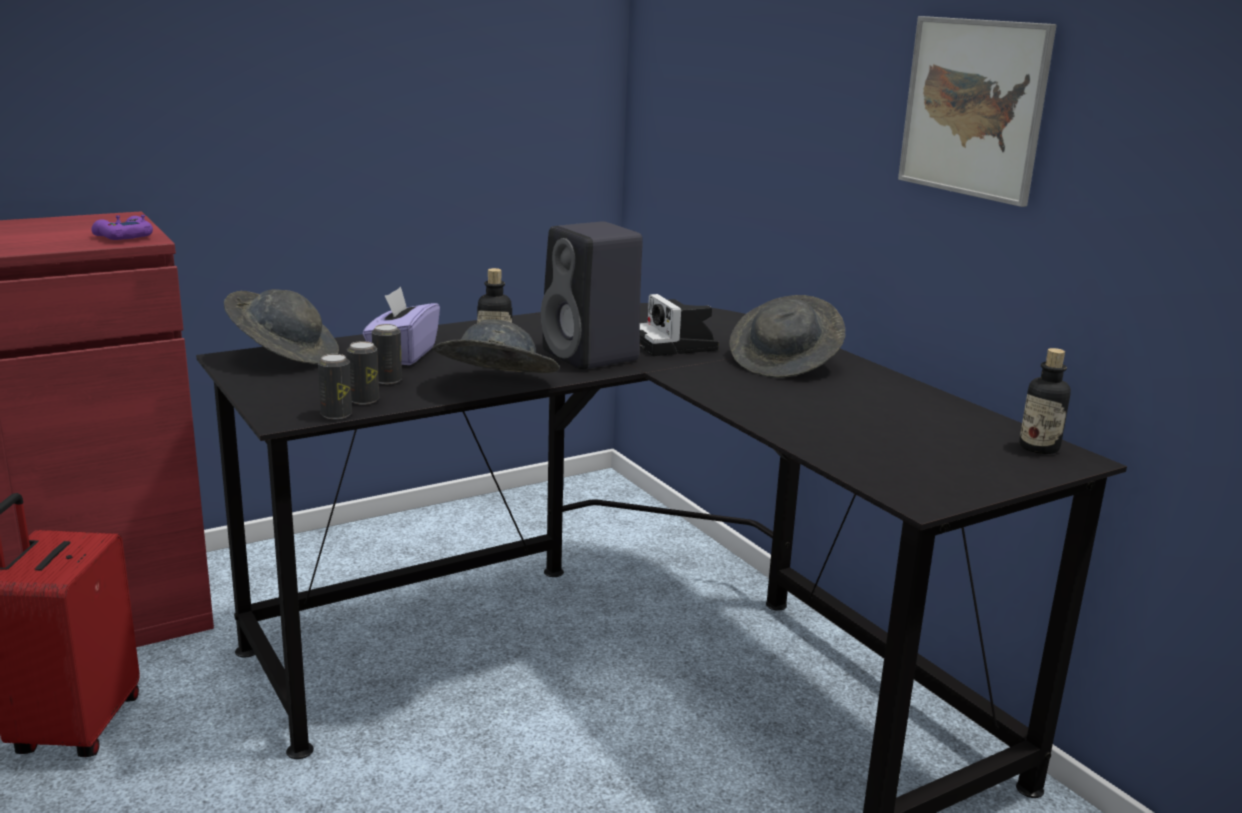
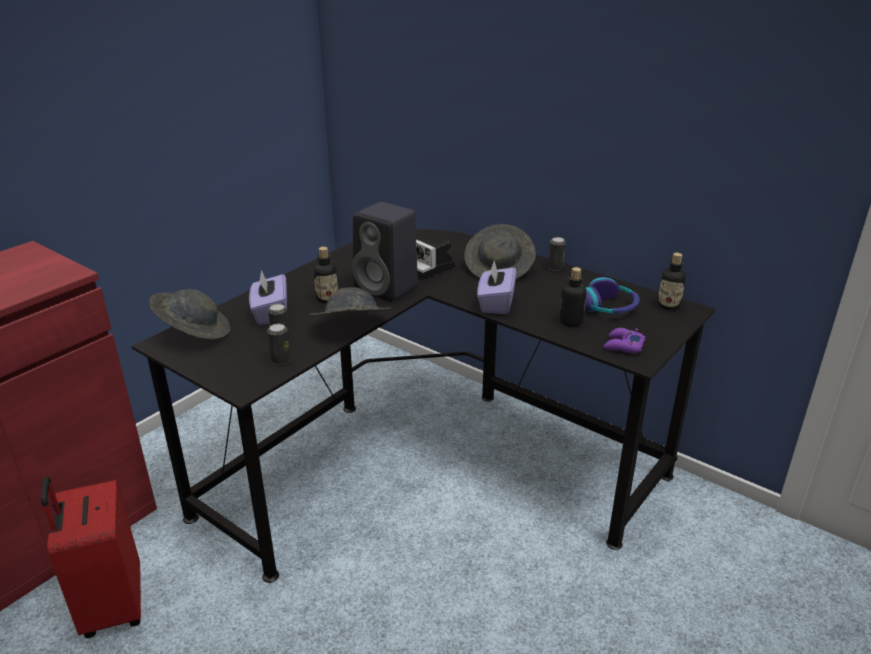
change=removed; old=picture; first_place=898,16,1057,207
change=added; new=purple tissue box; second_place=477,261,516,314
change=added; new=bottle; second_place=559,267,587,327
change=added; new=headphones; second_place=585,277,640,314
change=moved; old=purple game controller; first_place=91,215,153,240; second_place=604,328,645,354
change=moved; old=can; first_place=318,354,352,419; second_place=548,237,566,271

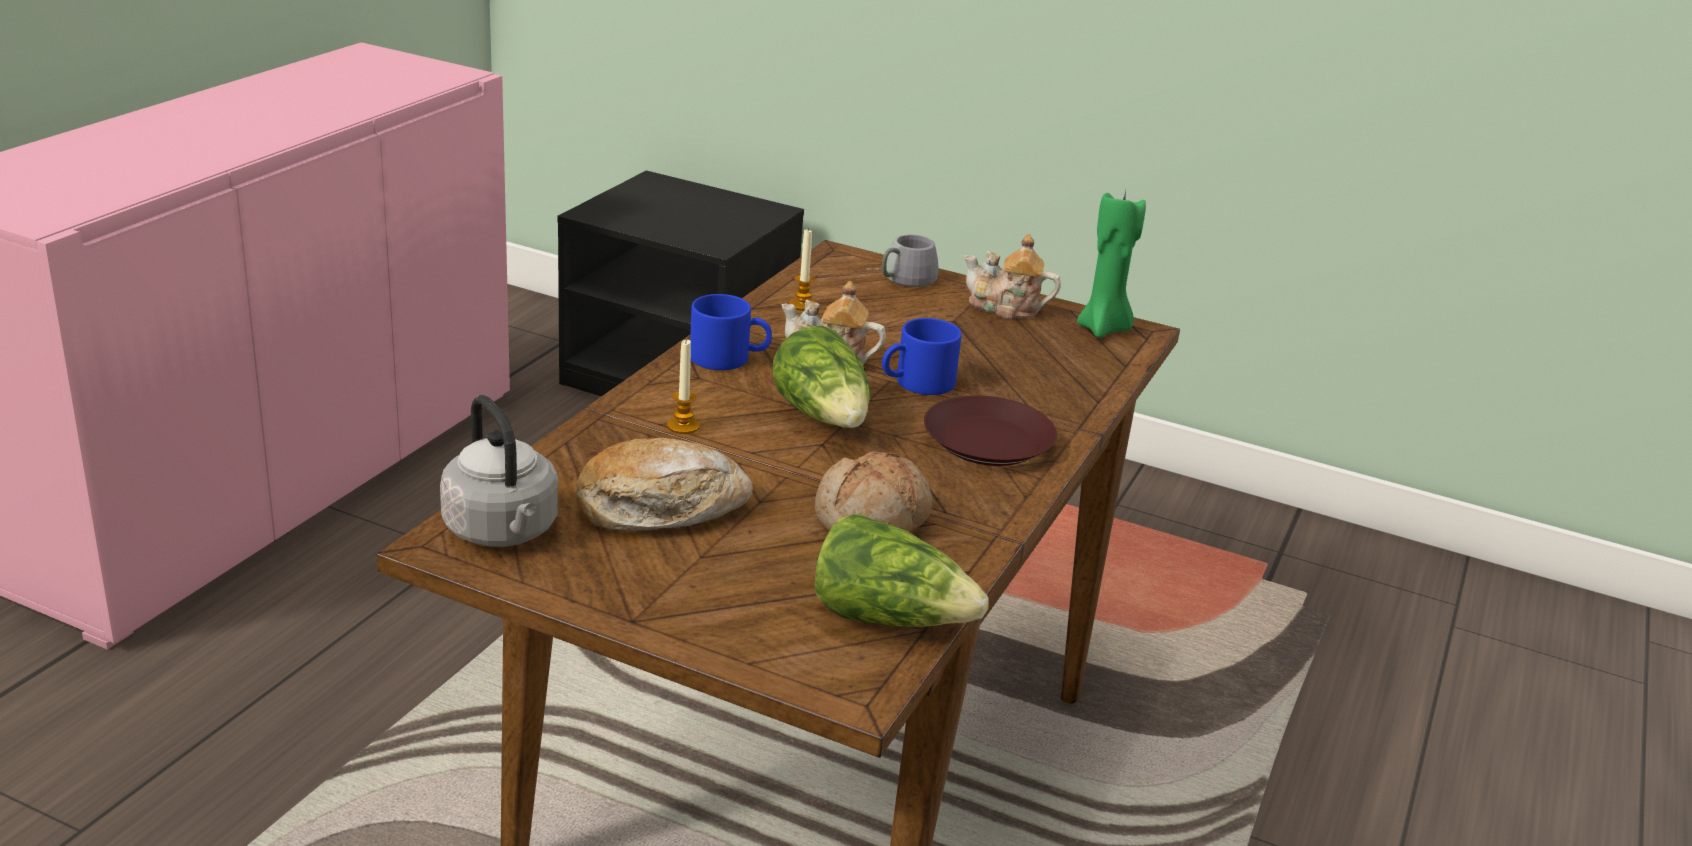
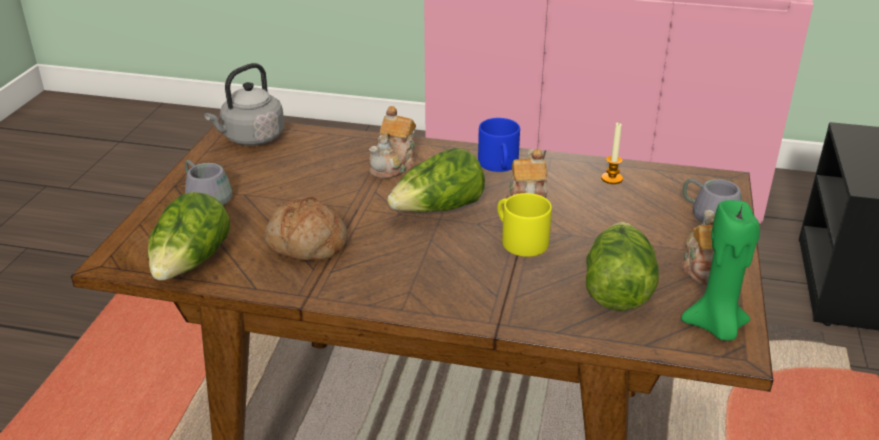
change=removed; old=bread; first_place=575,437,753,531
change=removed; old=brown plate; first_place=924,395,1057,466
change=added; new=grey mug; second_place=185,160,232,205
change=added; new=lettuce; second_place=586,222,659,311
change=replaced; old=candle; new=teapot; first_place=667,340,700,434; second_place=369,106,416,179
change=recoloured; old=blue mug; new=yellow mug; first_place=882,318,962,395; second_place=497,193,552,257

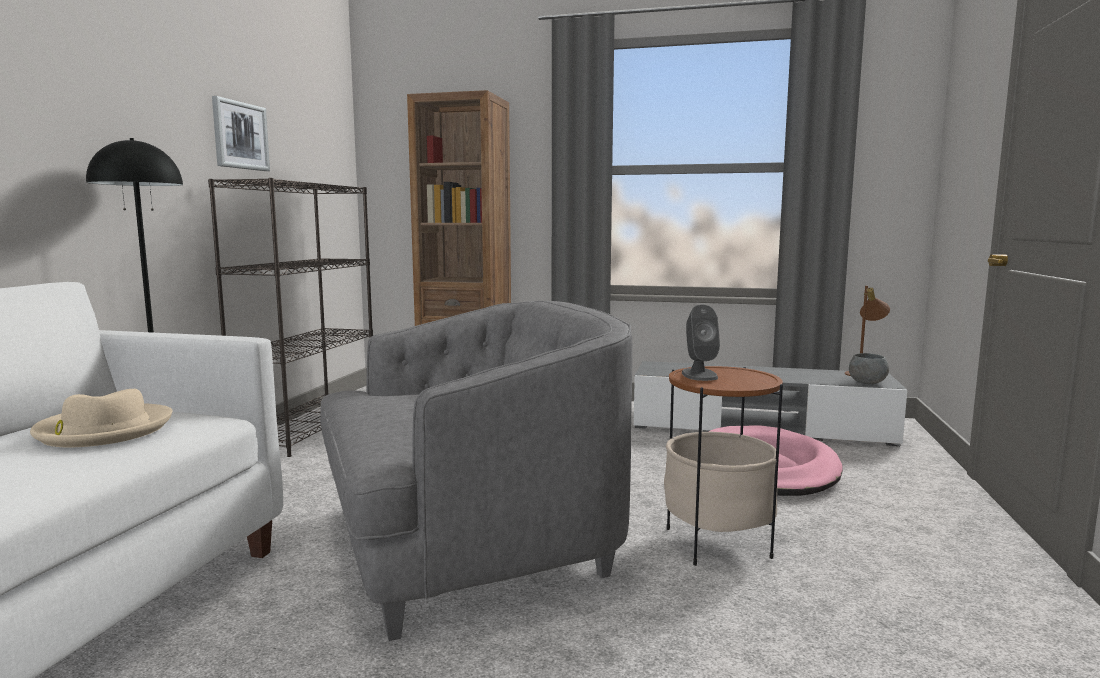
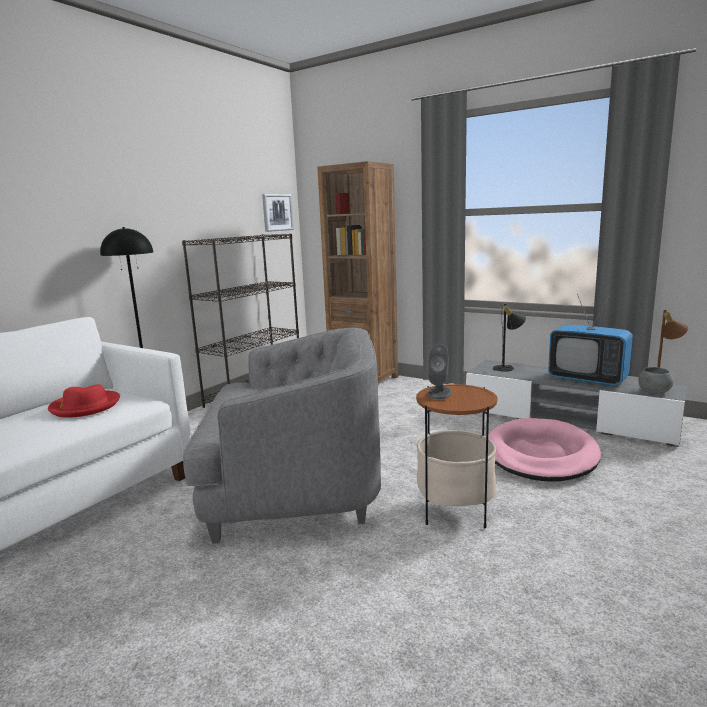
change=added; new=black table lamp; second_place=493,304,526,372
change=added; new=television; second_place=548,294,633,386
change=moved; old=picture; first_place=212,96,270,171; second_place=262,194,294,232
change=recoloured; old=beige hat; new=red hat; first_place=30,389,173,447; second_place=48,384,120,418

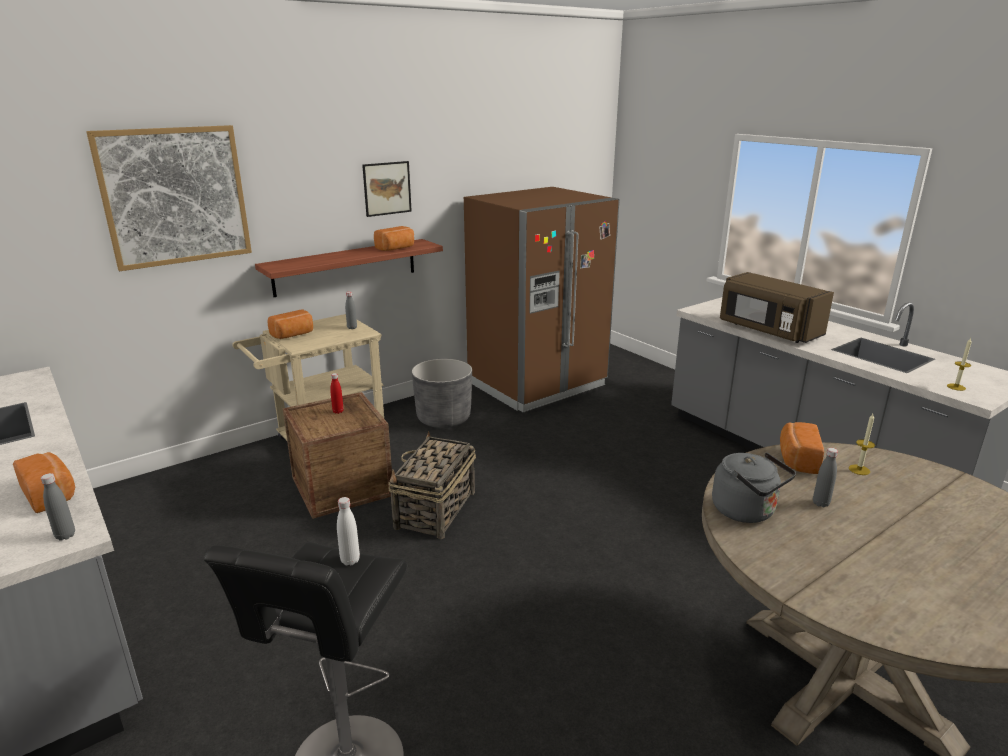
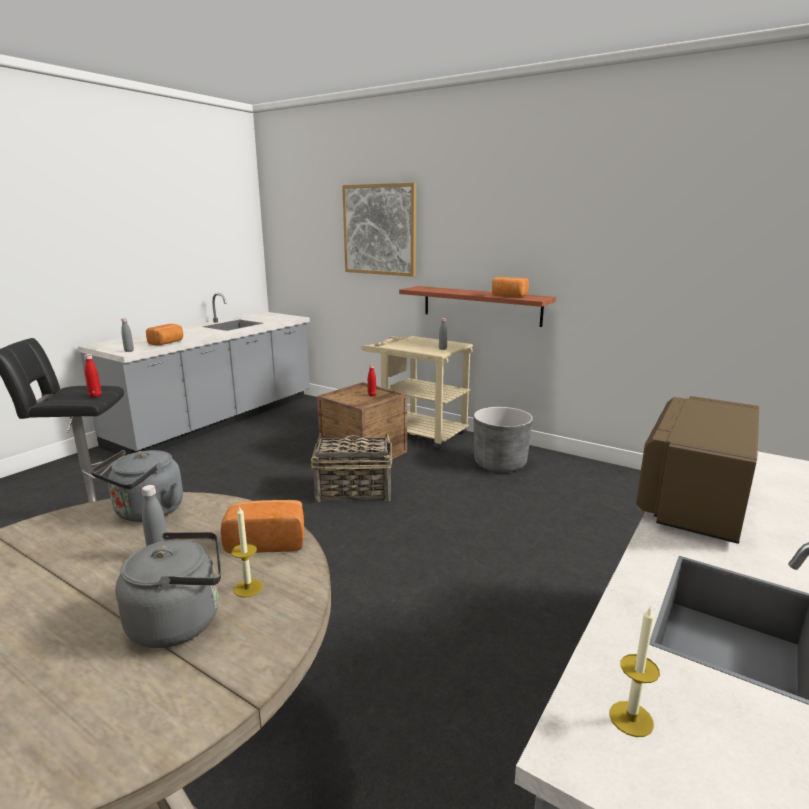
change=removed; old=bread; first_place=268,310,313,339
change=removed; old=picture; first_place=362,161,412,217
change=removed; old=brown fridge; first_place=464,187,620,412
change=added; new=grey kettle; second_place=115,532,221,648
change=recoloured; old=white bottle; new=red bottle; first_place=337,497,360,565; second_place=84,354,101,397

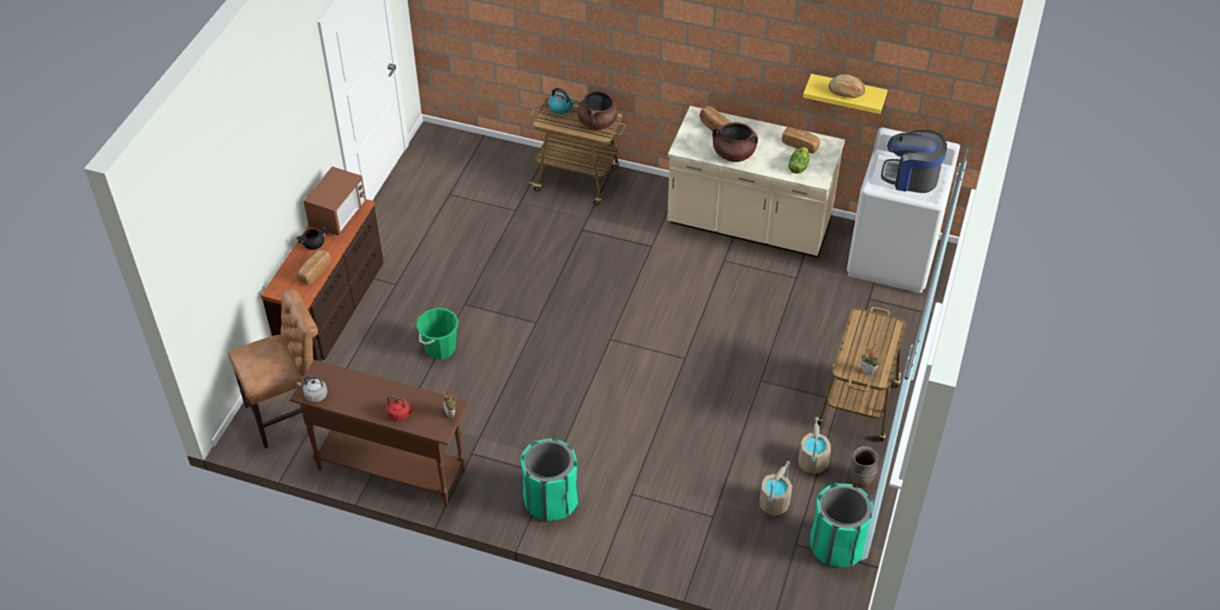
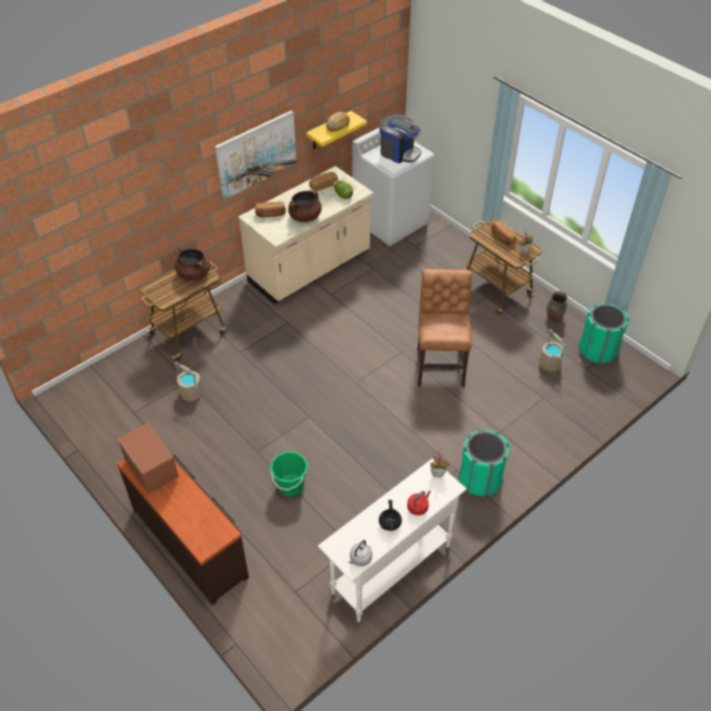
change=removed; old=kettle; first_place=548,88,574,114
change=added; new=picture; second_place=215,111,296,200
change=moved; old=brown chair; first_place=228,289,318,448; second_place=418,269,472,387
change=moved; old=black cooking pot; first_place=297,226,328,250; second_place=379,500,402,531
change=moved; old=bread; first_place=297,250,331,285; second_place=492,221,517,245
change=moved; old=beige bucket; first_place=798,417,831,474; second_place=175,362,203,402
change=recoloured; old=brown console table; new=white console table; first_place=289,360,470,507; second_place=318,459,467,622
change=turned; old=coffee machine; first_place=881,130,947,193; second_place=380,114,422,163; degrees=-105

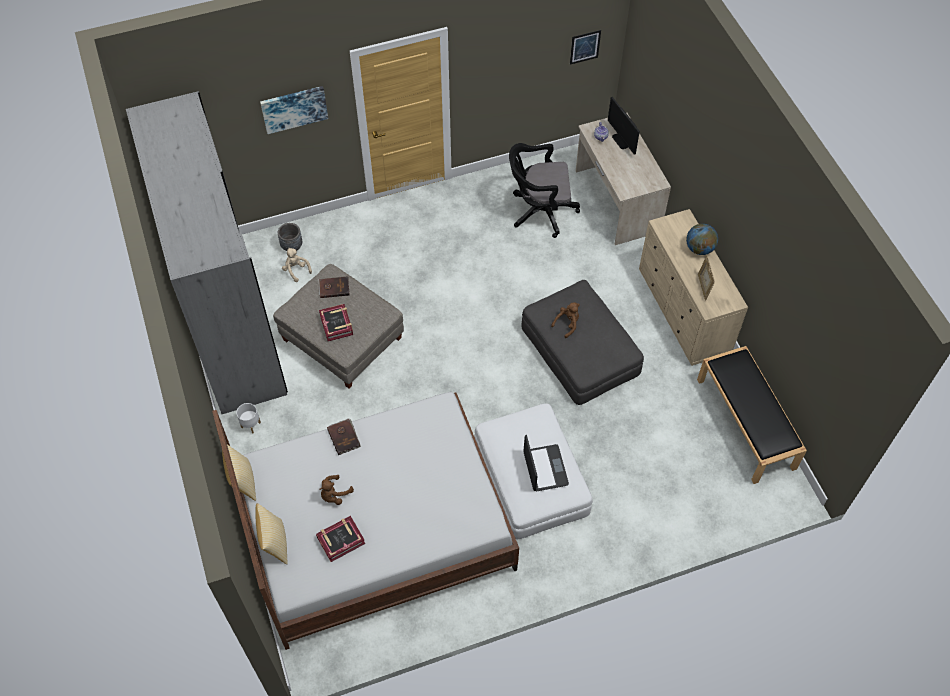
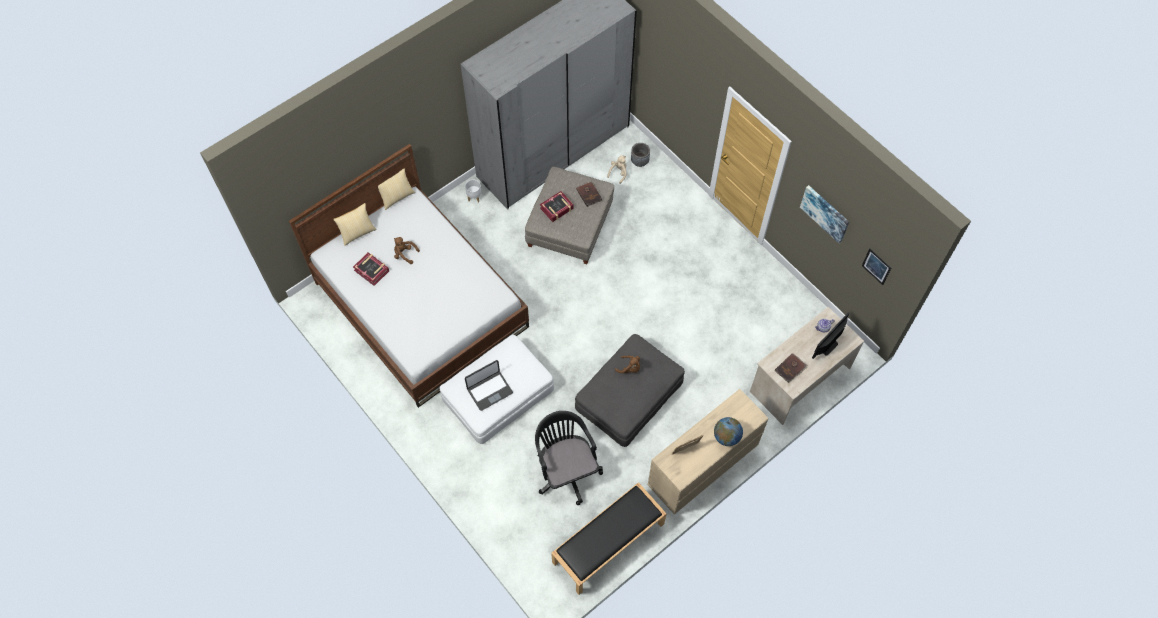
change=moved; old=picture; first_place=260,86,328,134; second_place=800,185,849,243
change=moved; old=brown book; first_place=327,418,361,455; second_place=775,353,807,383
change=moved; old=black office chair; first_place=509,143,580,238; second_place=535,411,603,505

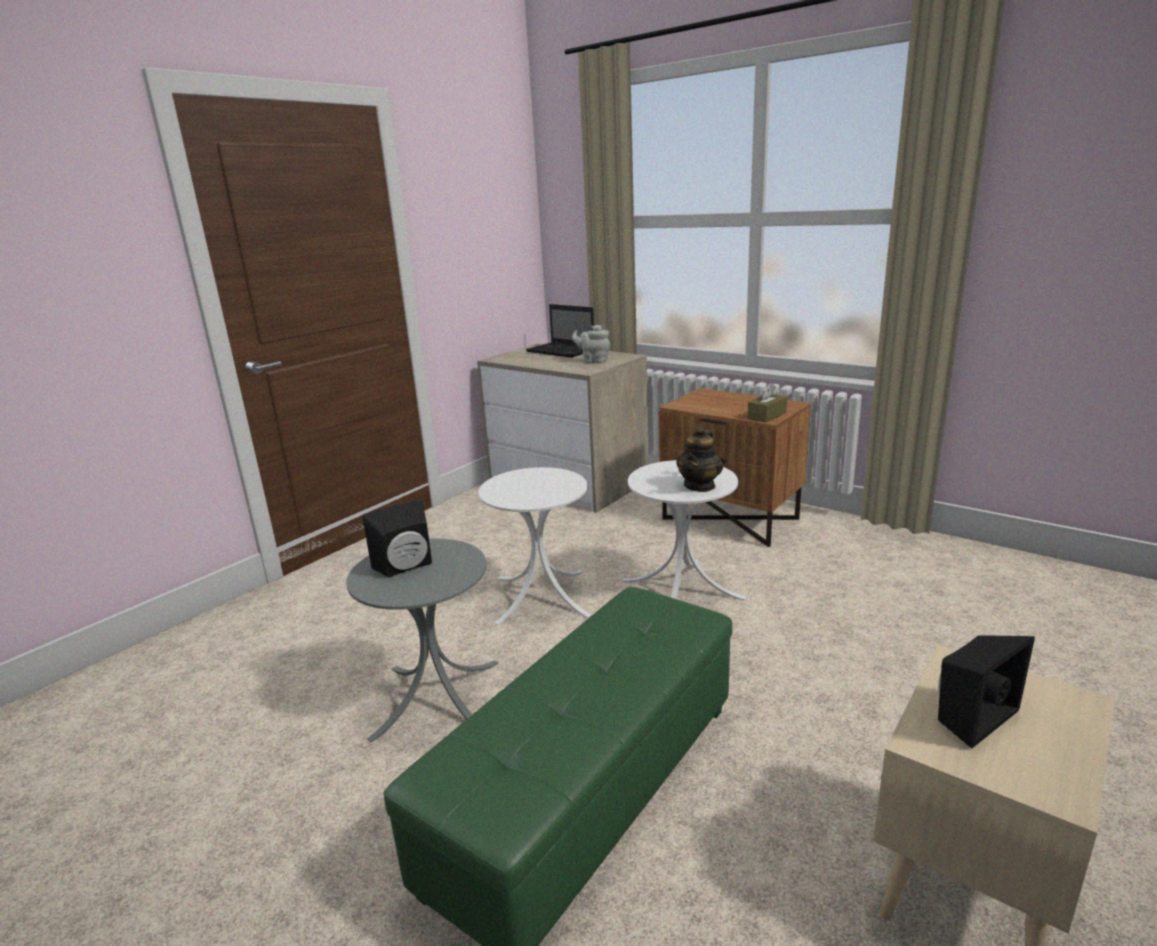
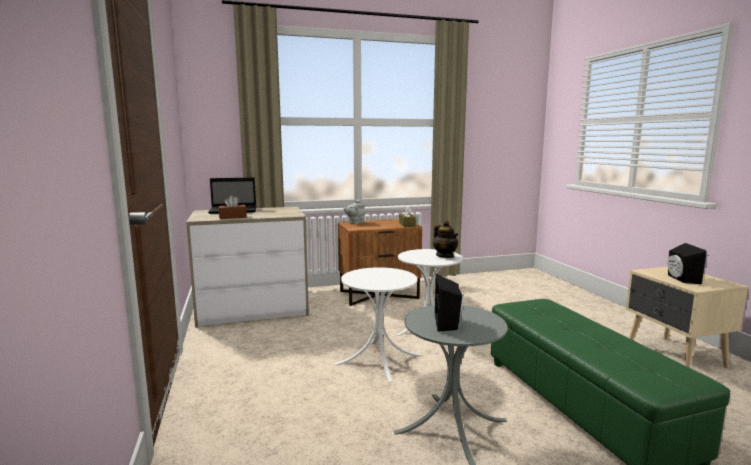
change=added; new=brown tissue box; second_place=219,196,247,219
change=moved; old=grey teapot; first_place=572,325,610,363; second_place=344,199,365,224

